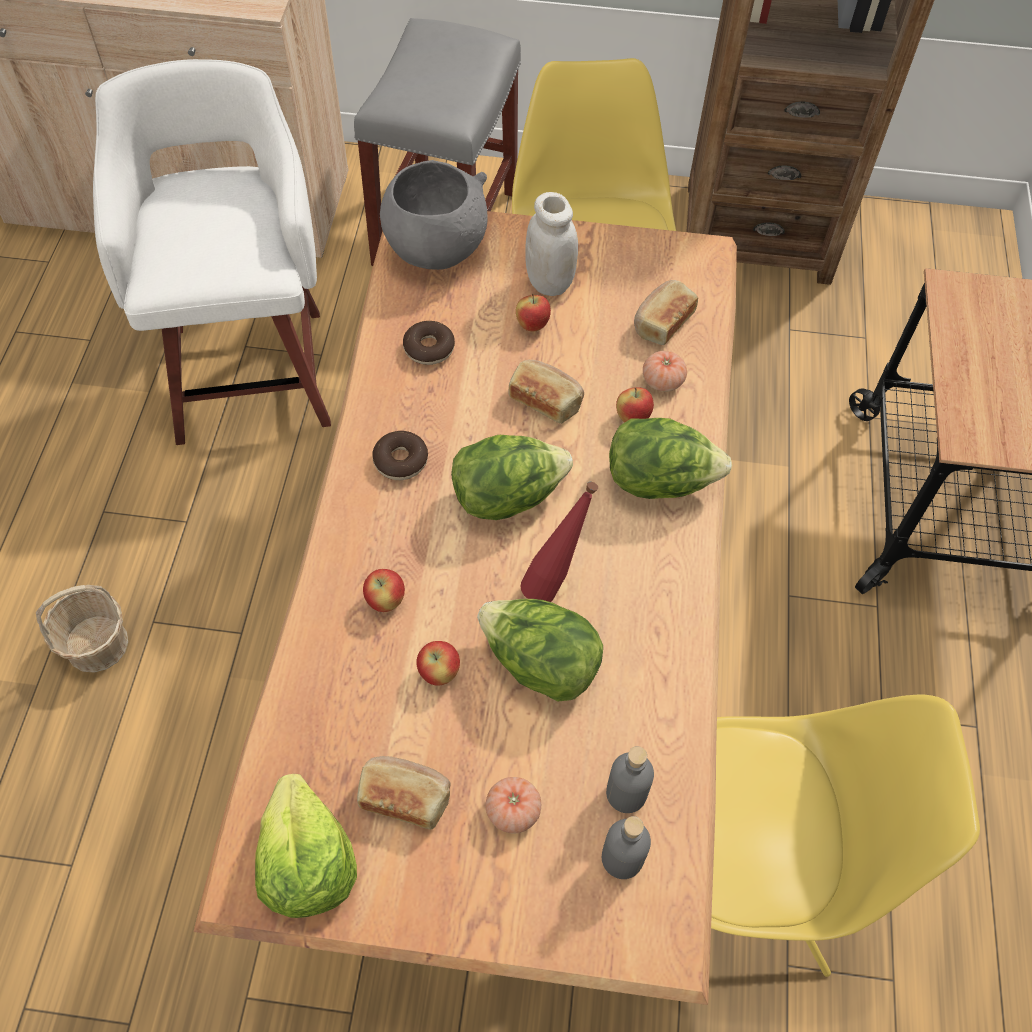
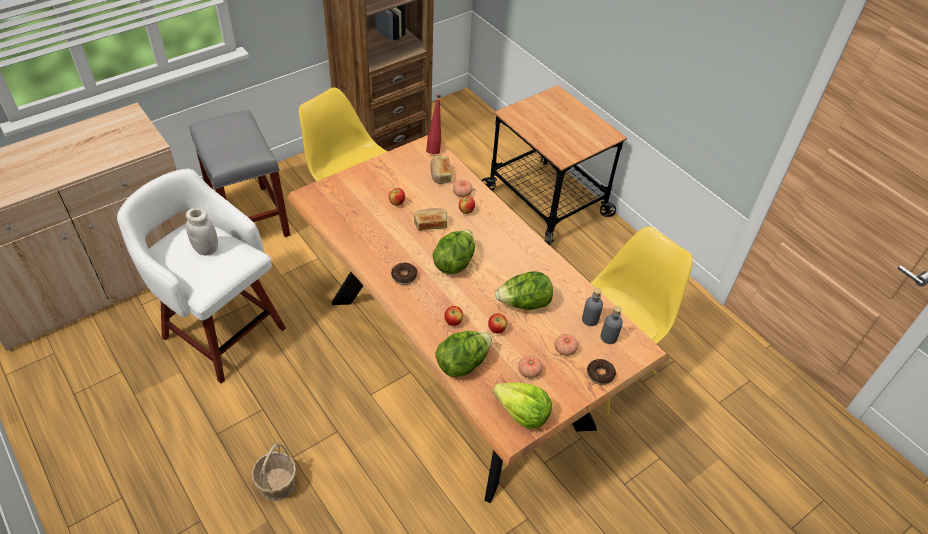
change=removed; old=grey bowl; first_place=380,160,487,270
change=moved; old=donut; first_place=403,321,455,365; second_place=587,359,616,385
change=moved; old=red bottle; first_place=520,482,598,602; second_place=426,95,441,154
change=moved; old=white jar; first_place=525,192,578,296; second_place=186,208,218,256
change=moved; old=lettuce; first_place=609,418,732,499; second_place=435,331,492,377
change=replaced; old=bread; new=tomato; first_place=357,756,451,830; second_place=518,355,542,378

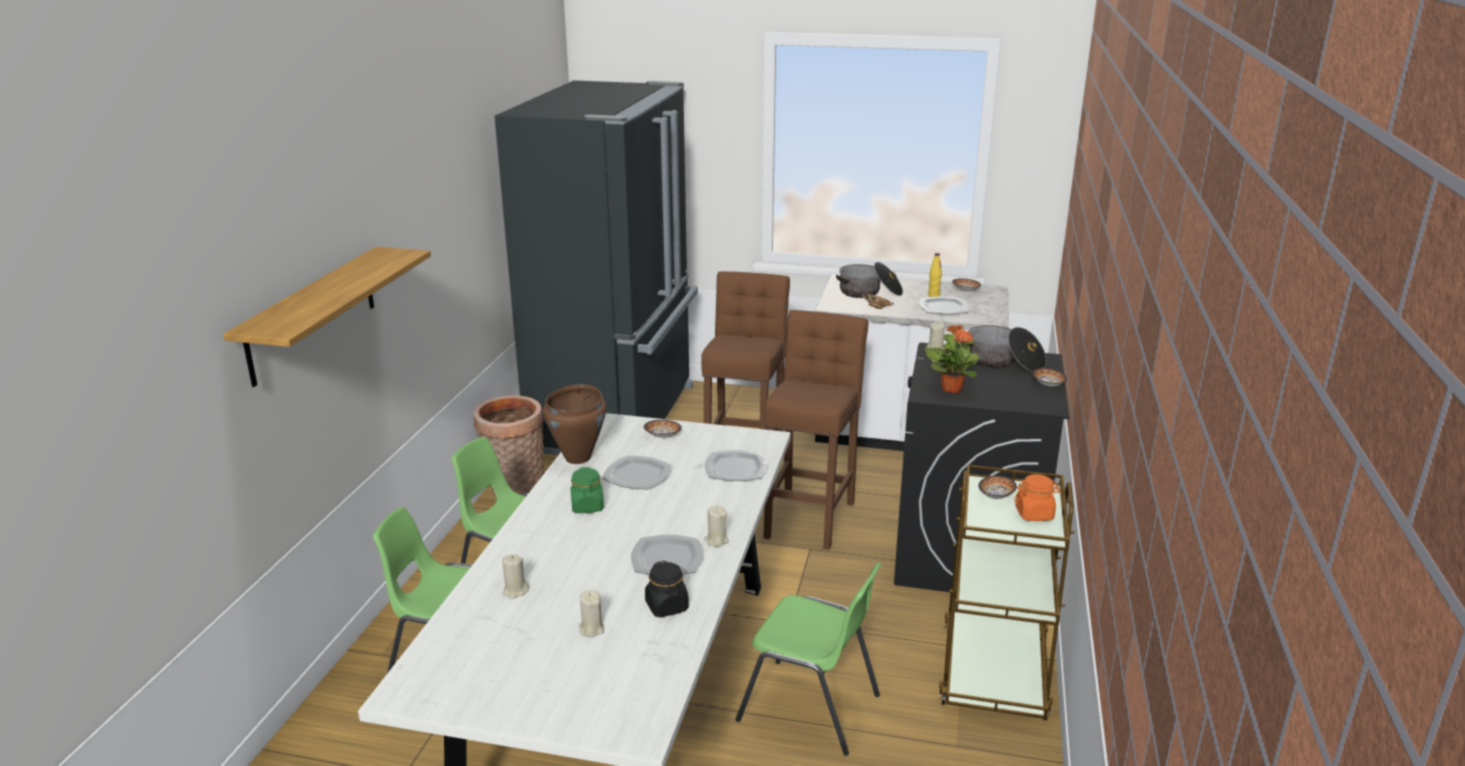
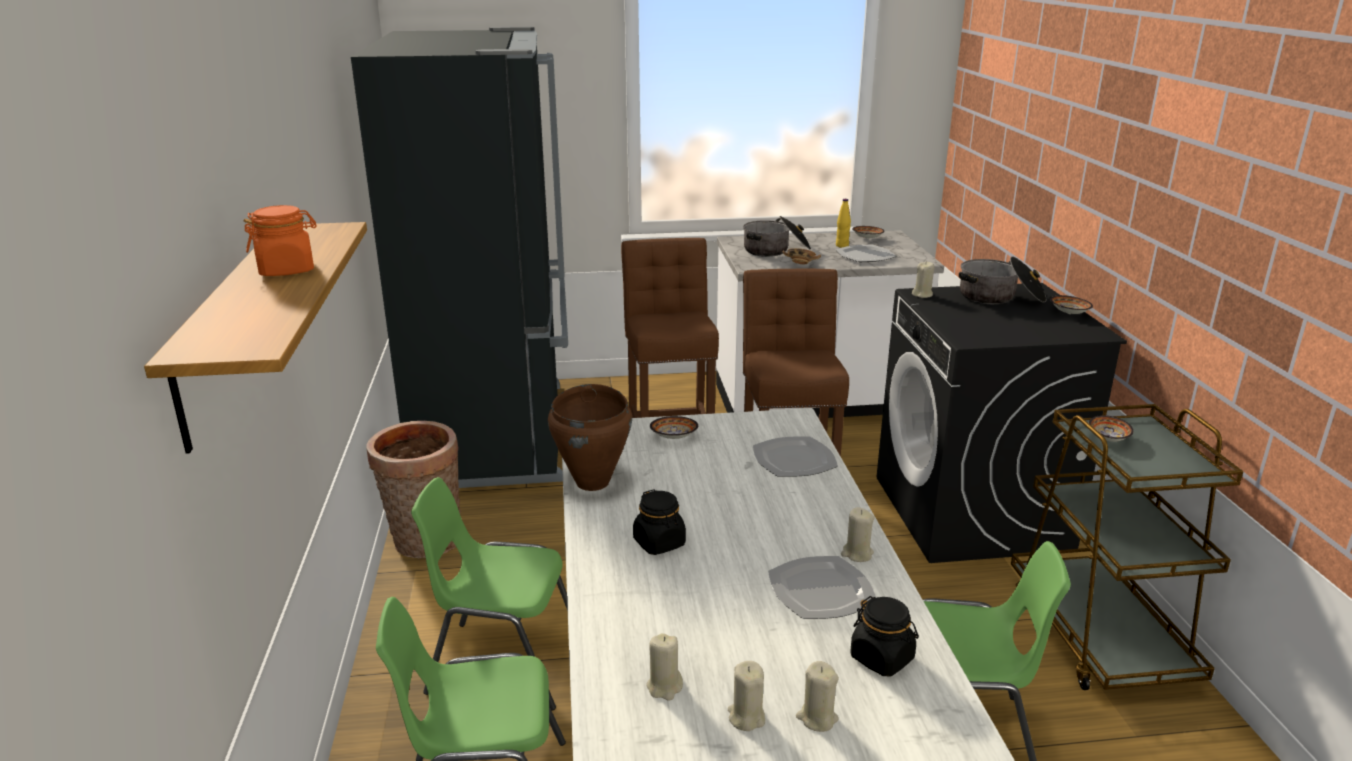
change=removed; old=plate; first_place=602,455,673,490
change=removed; old=potted plant; first_place=925,324,981,393
change=added; new=beige candle; second_place=728,661,765,731
change=moved; old=orange jar; first_place=1014,474,1061,521; second_place=244,205,317,276
change=recoloured; old=green jar; new=black jar; first_place=570,467,604,513; second_place=633,489,686,555

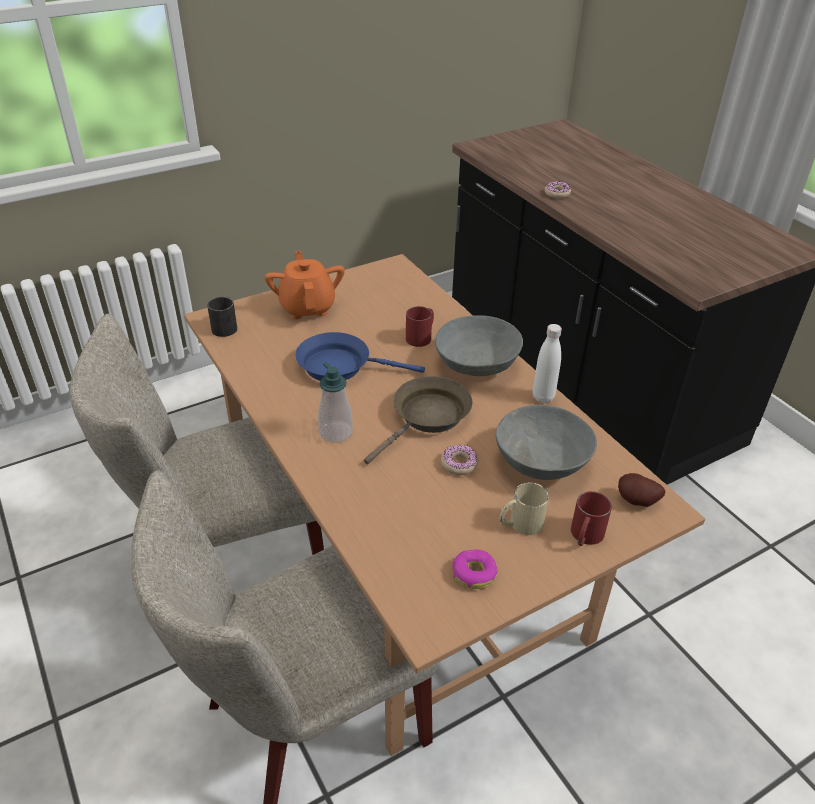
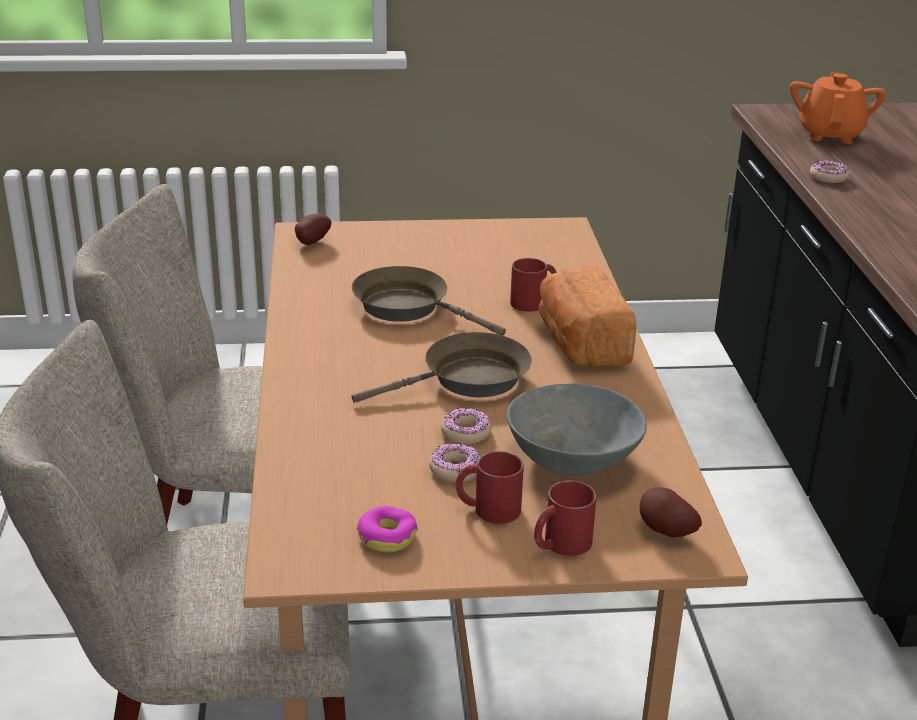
change=removed; old=soap dispenser; first_place=318,362,353,443
change=removed; old=white bottle; first_place=533,324,562,403
change=added; new=donut; second_place=429,443,480,482
change=moved; old=orange teapot; first_place=265,251,345,319; second_place=790,72,887,144
change=replaced; old=black mug; new=potato; first_place=207,297,237,337; second_place=295,214,331,245
change=replaced; old=grey bowl; new=bread; first_place=435,315,523,376; second_place=539,265,637,367
change=recoloured; old=blue frying pan; new=brown frying pan; first_place=296,332,425,381; second_place=352,266,506,336
change=recoloured; old=beige mug; new=red mug; first_place=500,482,549,535; second_place=456,451,524,524

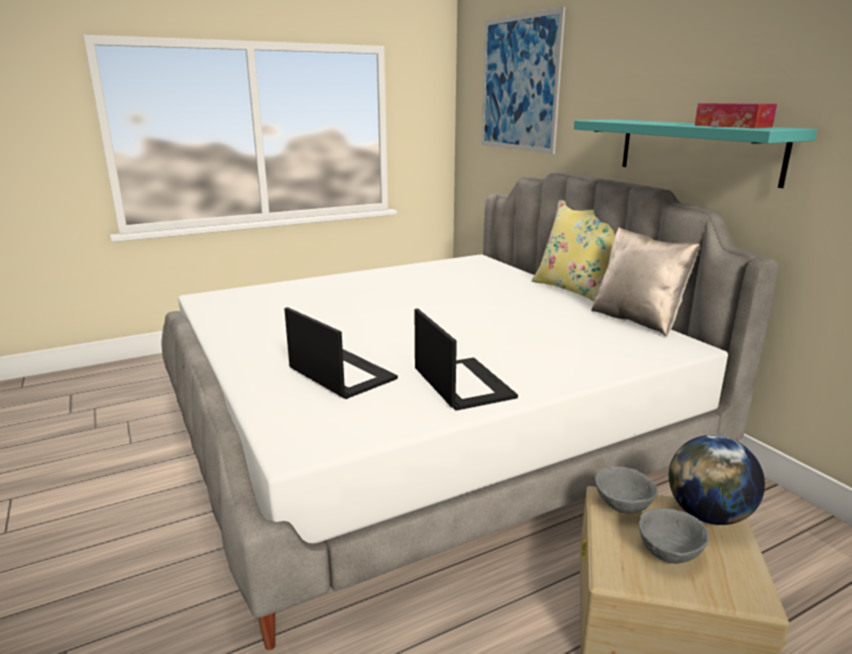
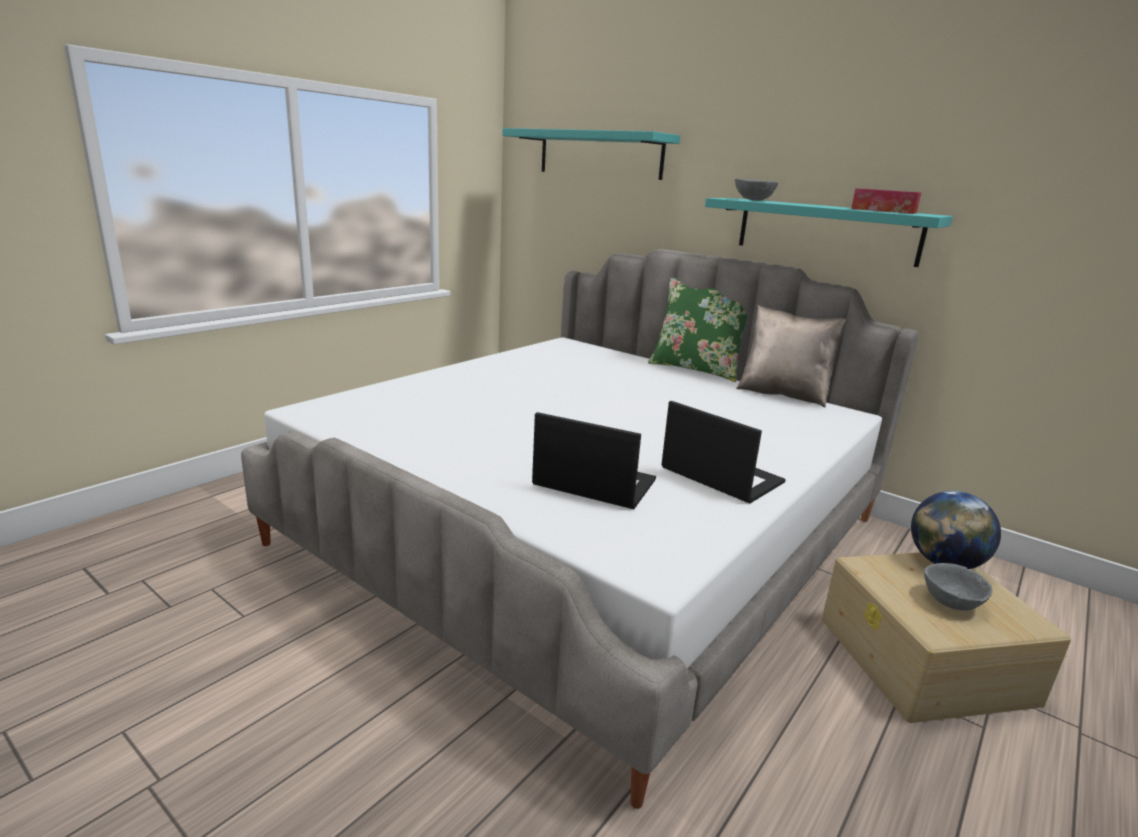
change=moved; old=grey bowl; first_place=595,467,658,514; second_place=735,178,778,201
change=replaced; old=picture; new=turquoise shelf; first_place=481,7,565,154; second_place=502,128,680,180
change=recoloured; old=yellow pillow; new=green pillow; first_place=532,200,615,302; second_place=648,278,747,382

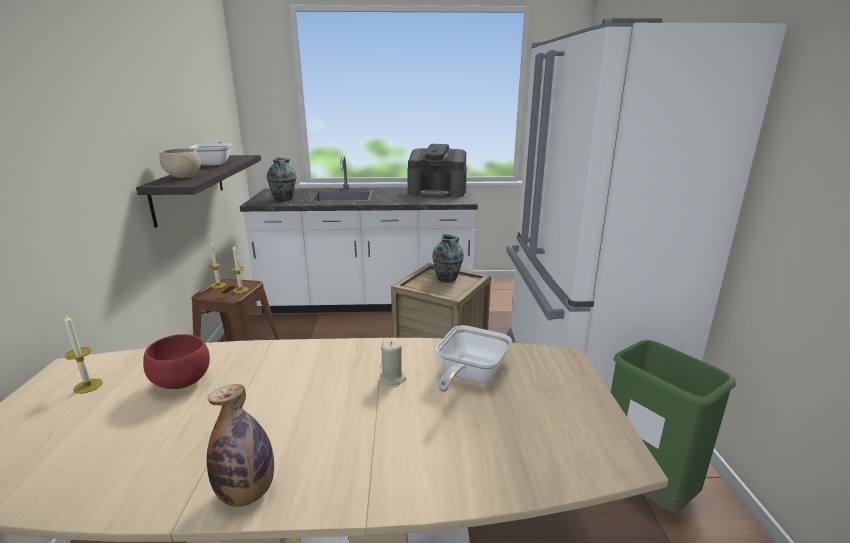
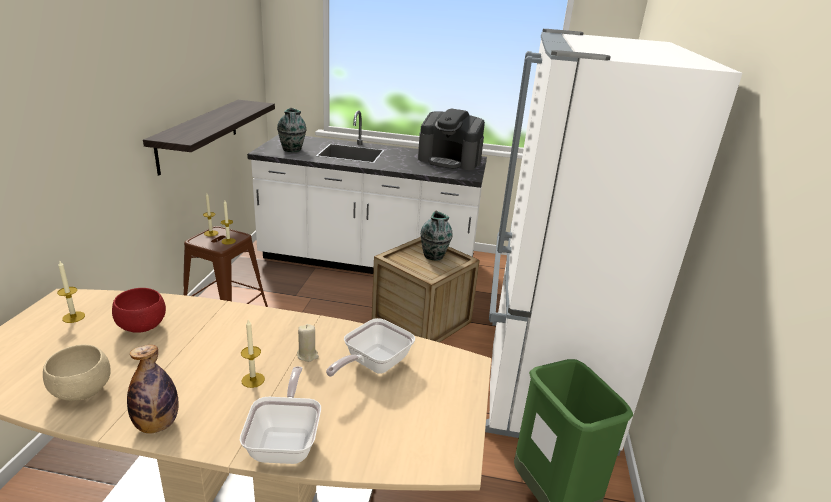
change=added; new=candle; second_place=241,320,265,388
change=moved; old=beige bowl; first_place=160,148,201,178; second_place=43,344,111,401
change=moved; old=frying pan; first_place=189,140,232,165; second_place=239,366,321,464

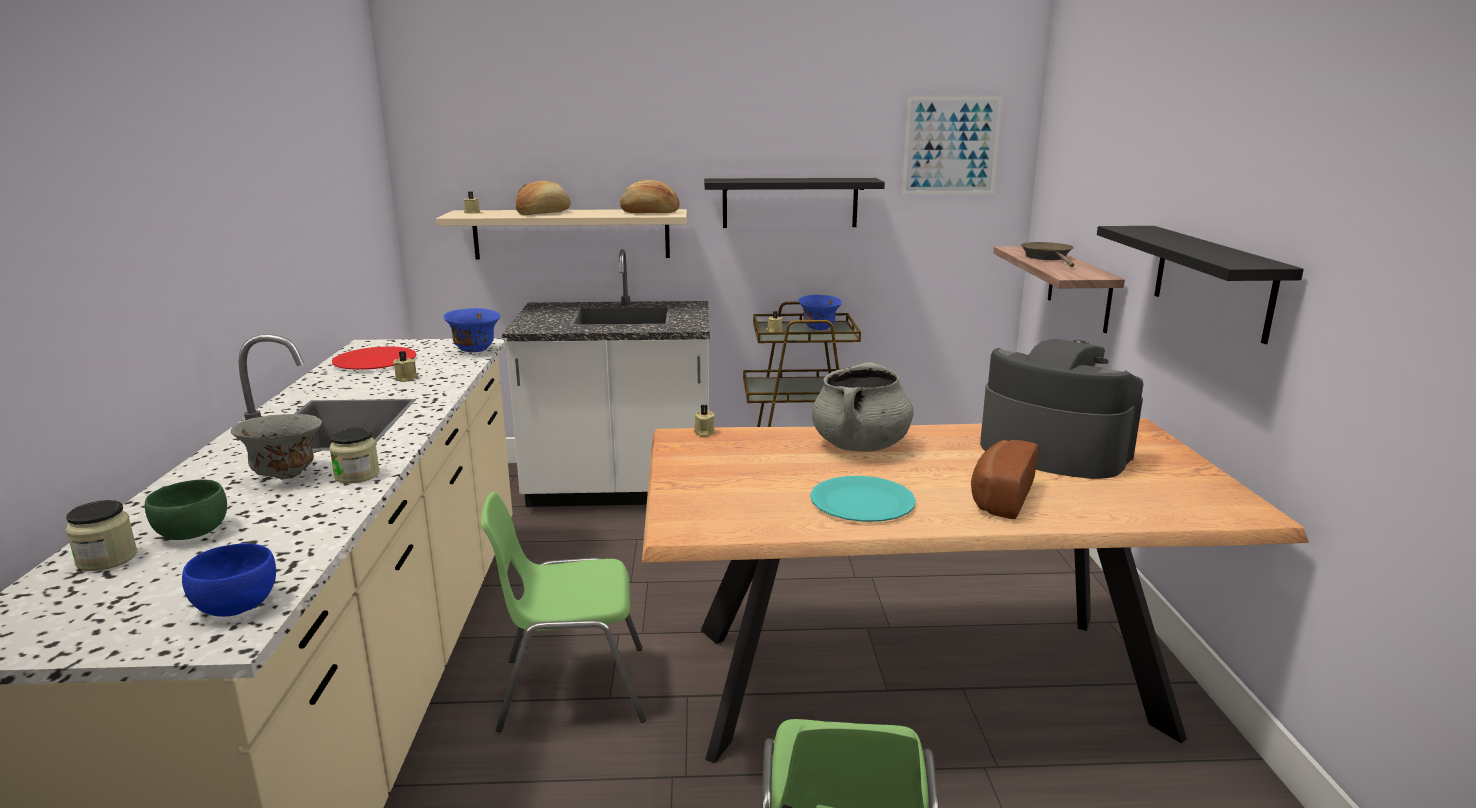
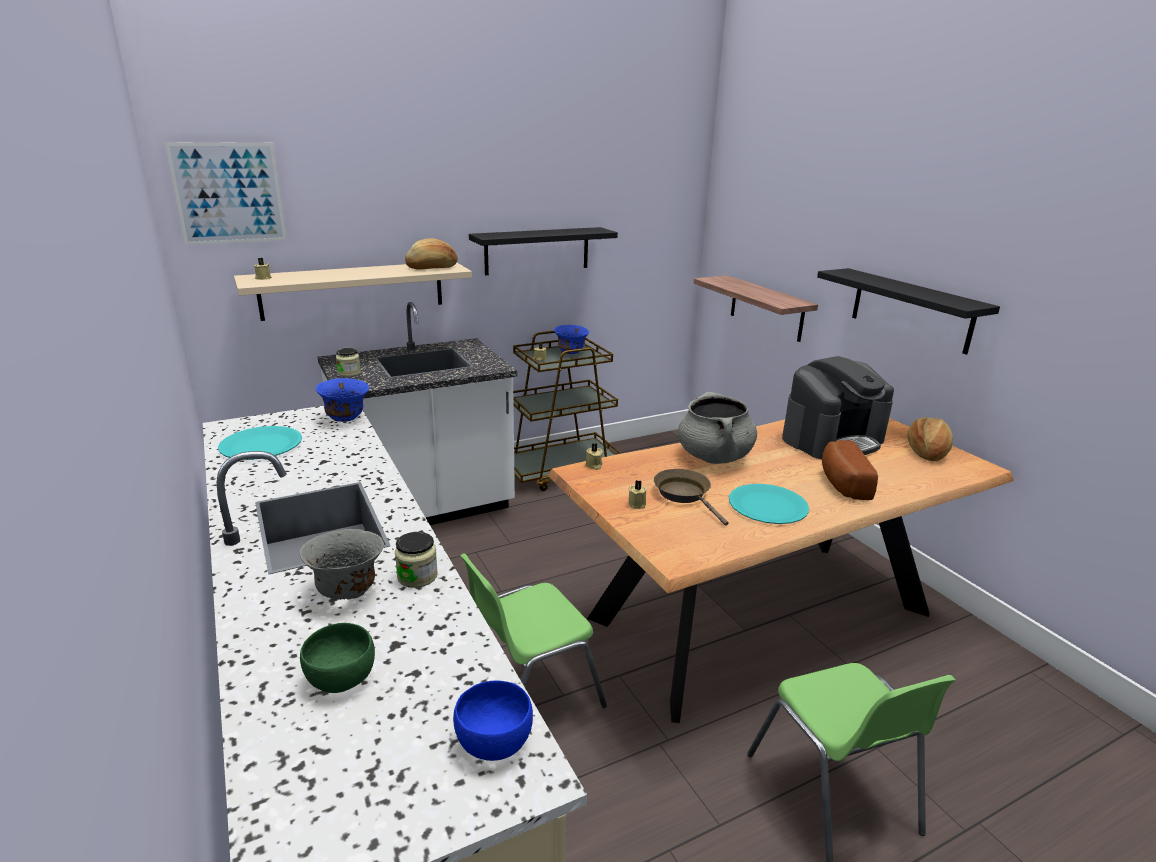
change=moved; old=jar; first_place=66,500,137,571; second_place=336,348,361,377
change=moved; old=beige candle; first_place=393,351,419,382; second_place=628,480,647,509
change=moved; old=bread; first_place=516,181,571,215; second_place=907,417,953,461
change=moved; old=picture; first_place=902,97,1002,194; second_place=165,142,287,245
change=moved; old=brown frying pan; first_place=1021,242,1074,267; second_place=654,469,729,526
change=recoloured; old=red plate; new=turquoise plate; first_place=332,346,416,370; second_place=218,426,302,460
change=turned; old=coffee machine; first_place=980,339,1143,479; second_place=782,356,894,459; degrees=135

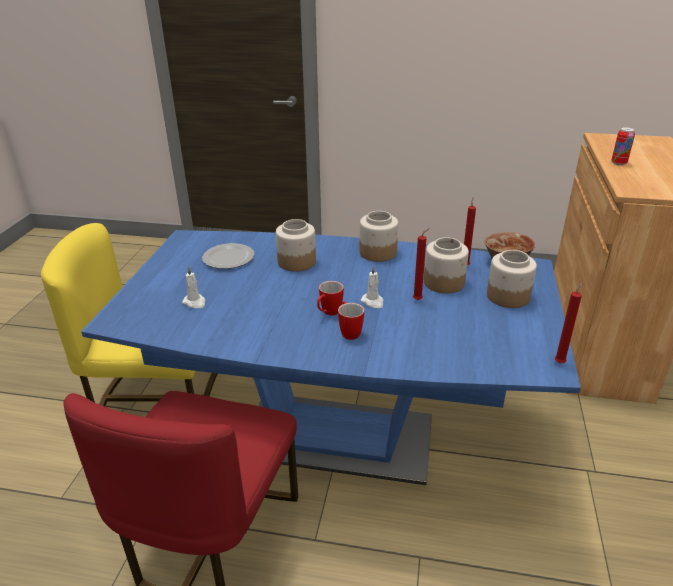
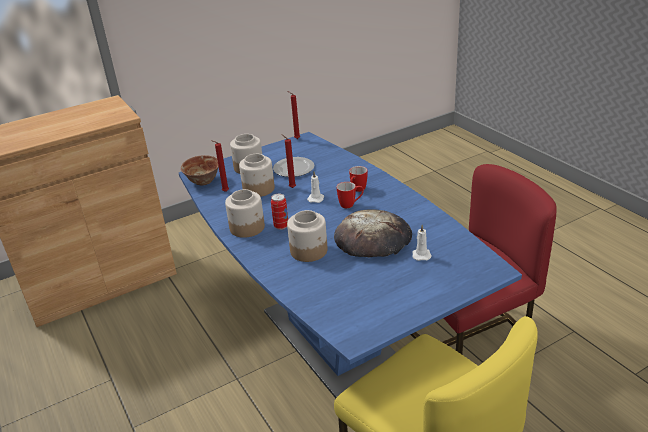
change=added; new=bread; second_place=334,209,412,257
change=moved; old=plate; first_place=202,243,254,269; second_place=273,157,314,177
change=moved; old=can; first_place=611,127,635,166; second_place=271,194,288,230

